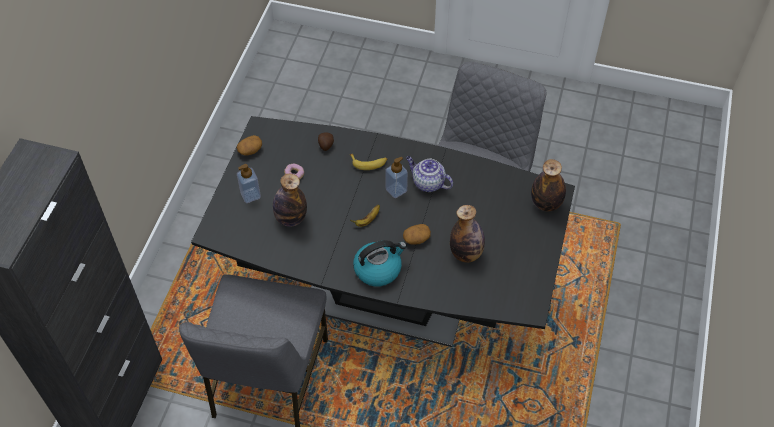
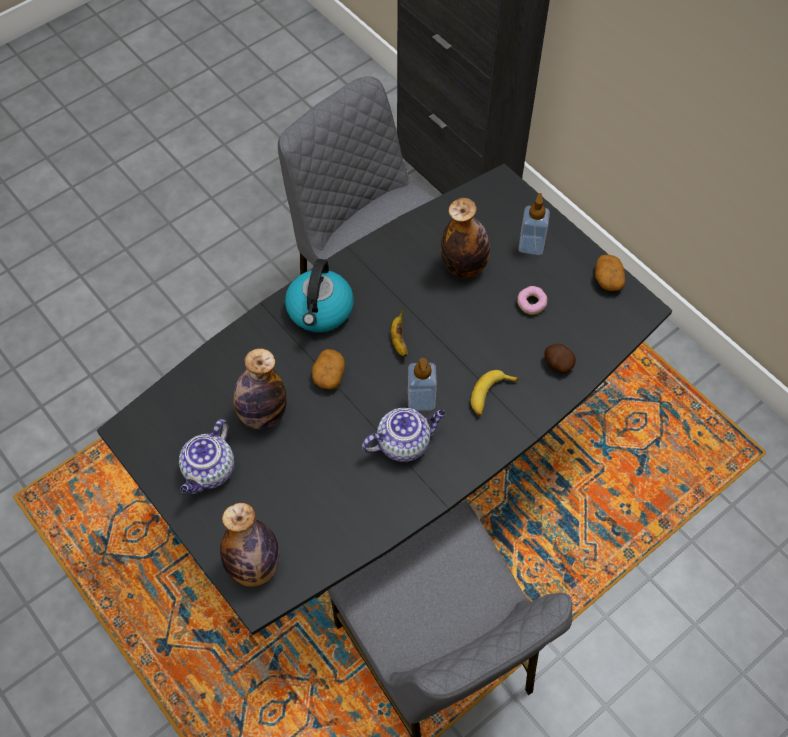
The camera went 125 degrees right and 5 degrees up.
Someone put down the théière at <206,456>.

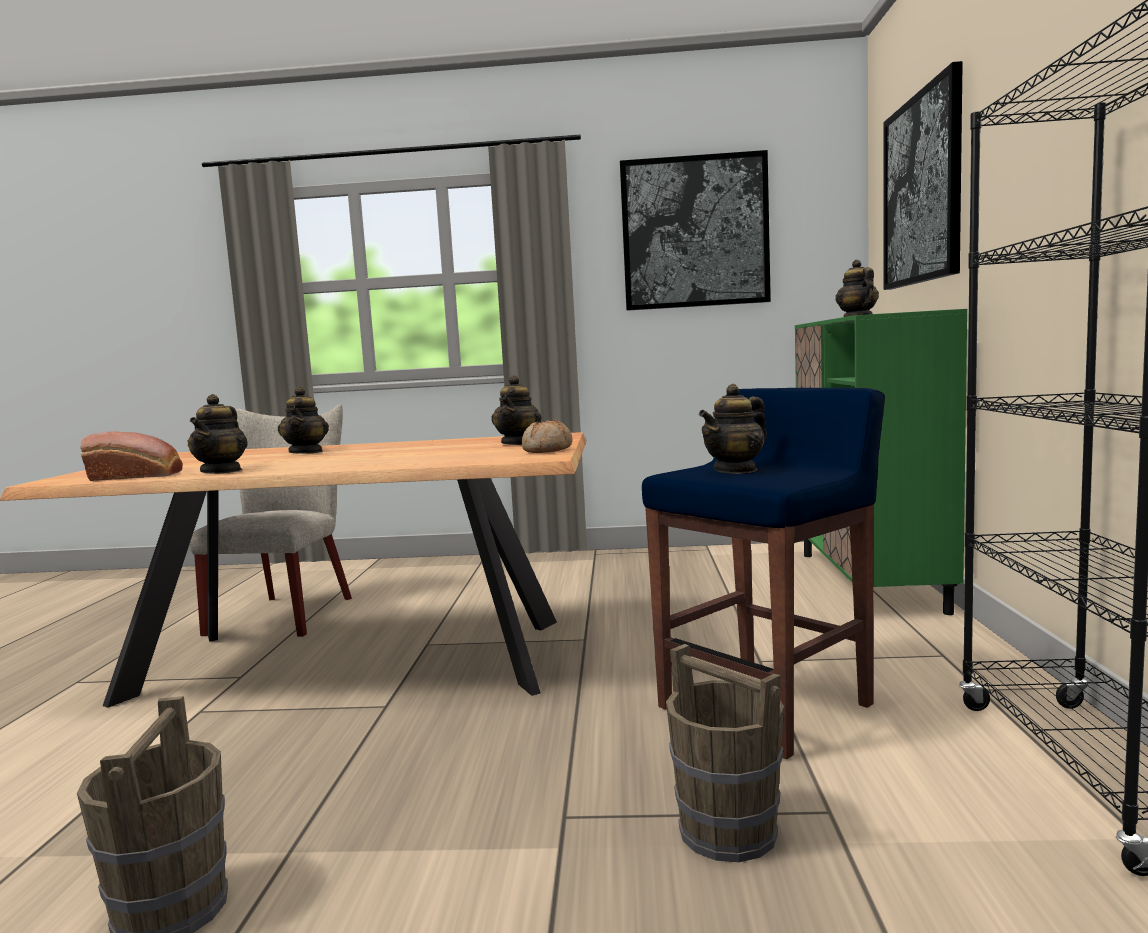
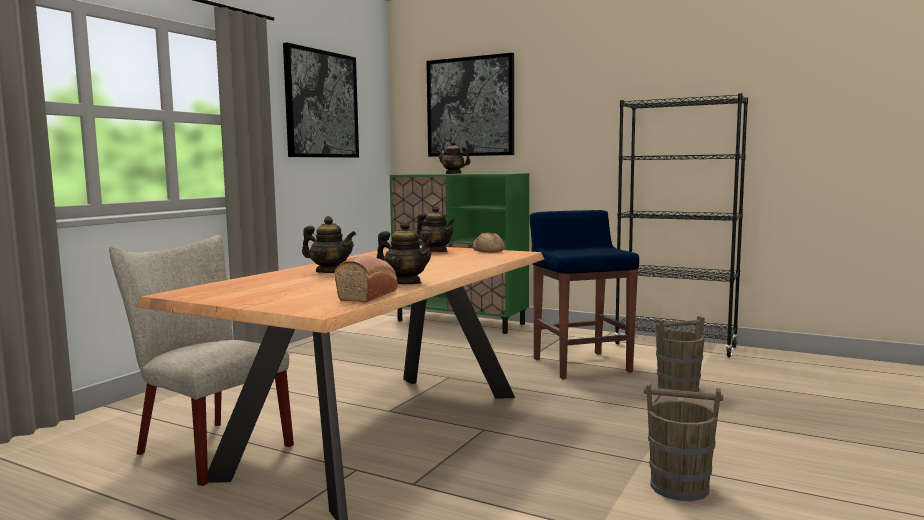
The camera went 65 degrees left and 0 degrees up.
Someone took away the théière at <733,429>.

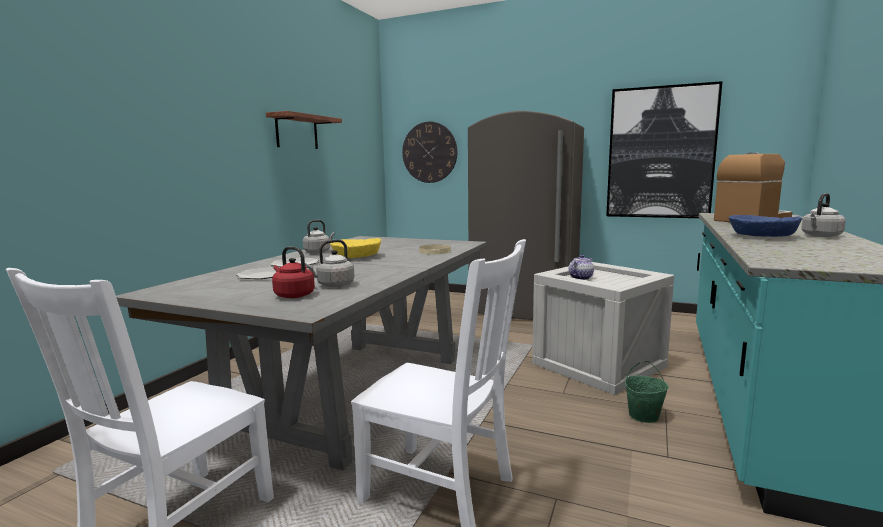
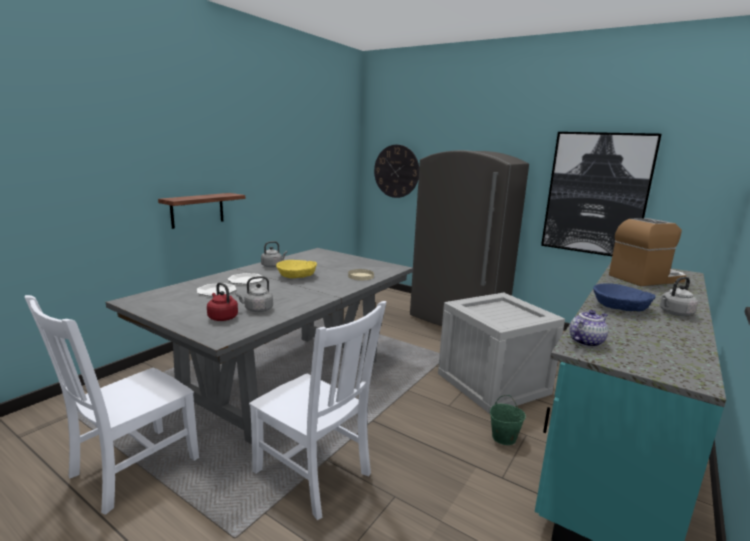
The camera went 10 degrees right and 5 degrees up.
Someone carried the étagère from <304,130> to <201,211>.
Someone carried the théière from <581,267> to <588,328>.

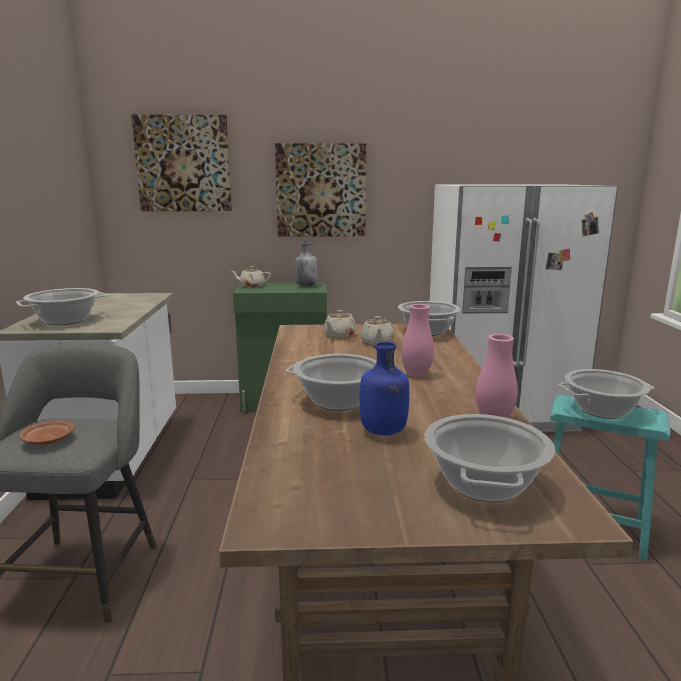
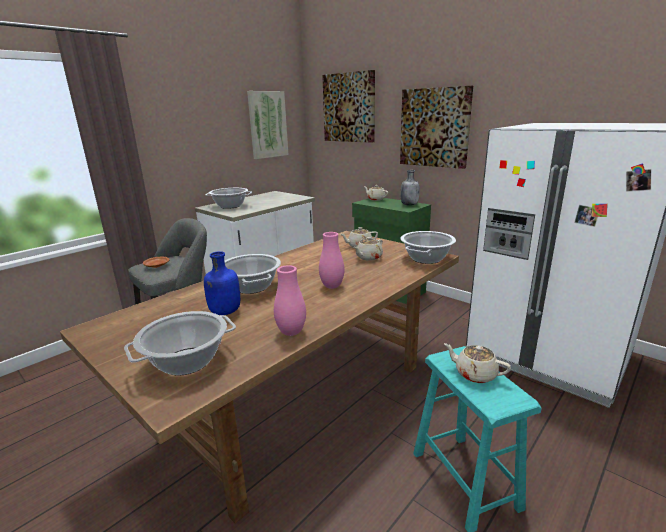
The camera went 45 degrees right and 5 degrees up.
Someone swapped the marmite at <606,394> for the théière/beige at <477,363>.
Someone put up the tableau at <267,125>.

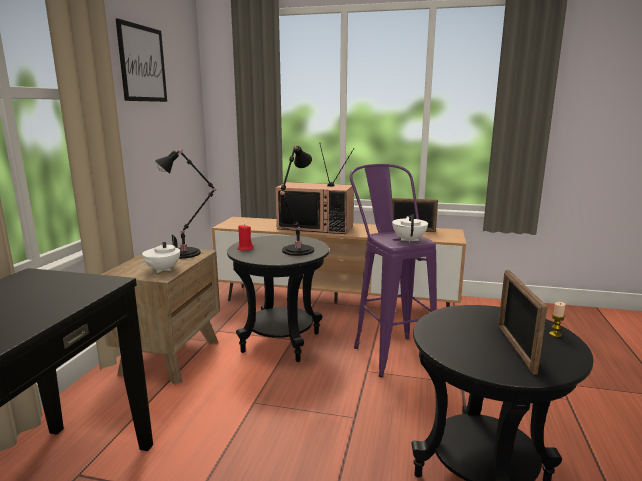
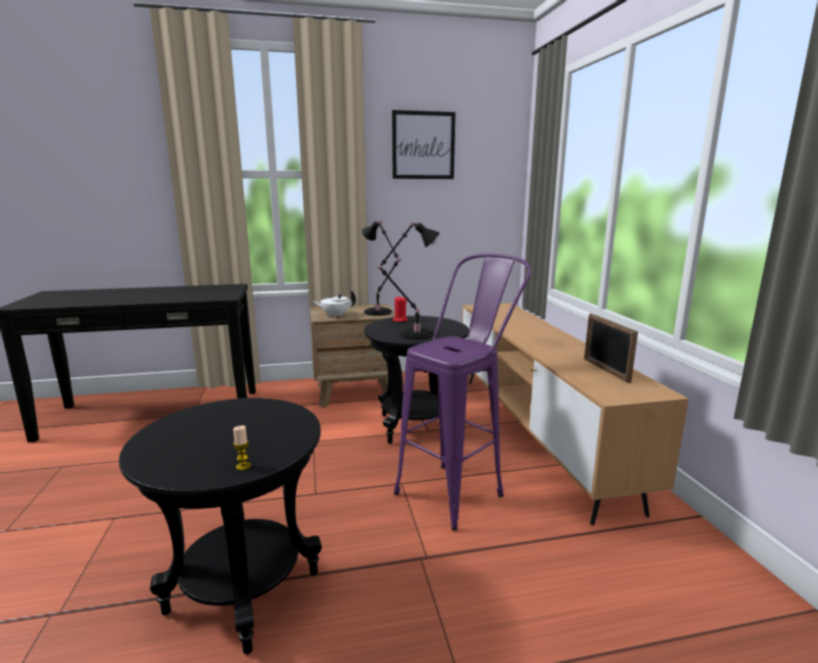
The camera went 65 degrees right and 0 degrees up.
Someone took away the téléviseur at <315,188>.
Someone took away the théière/blanc at <410,228>.
Someone took away the cadre photo at <523,322>.

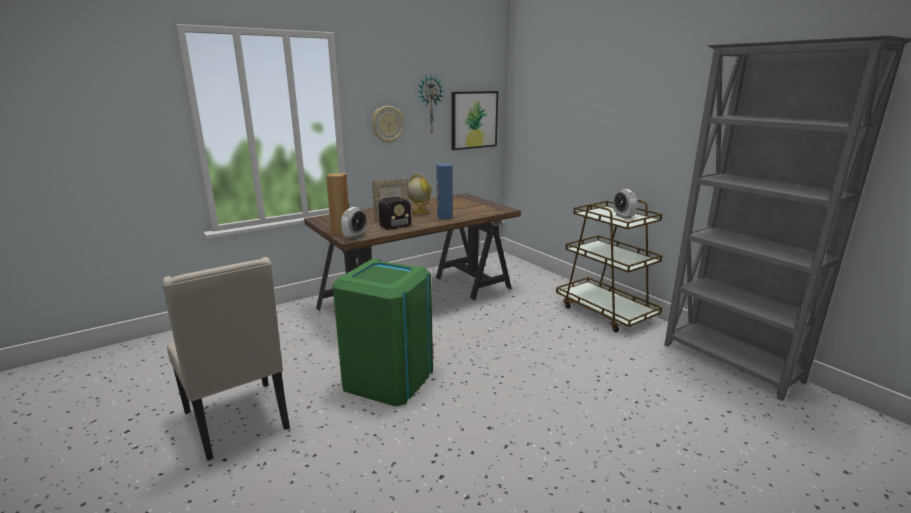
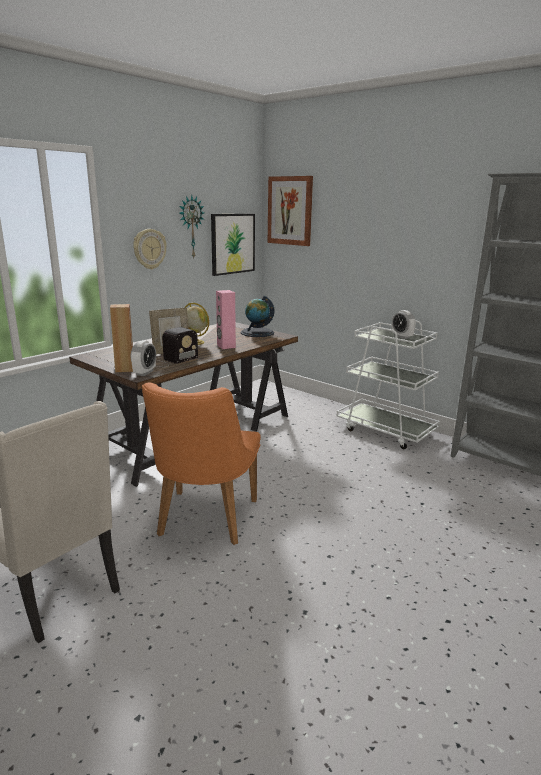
The camera went 15 degrees left and 0 degrees up.
Someone repainted the enceinte/bleu at <444,191>, which became the enceinte/rose at <226,319>.
Someone repainted the chariot/marron at <609,266>, which became the chariot/blanc at <388,384>.
Someone swapped the poubelle/vert at <382,333> for the chaise/orange at <201,463>.
Someone put up the tableau at <290,211>.
Someone put down the globe at <258,316>.

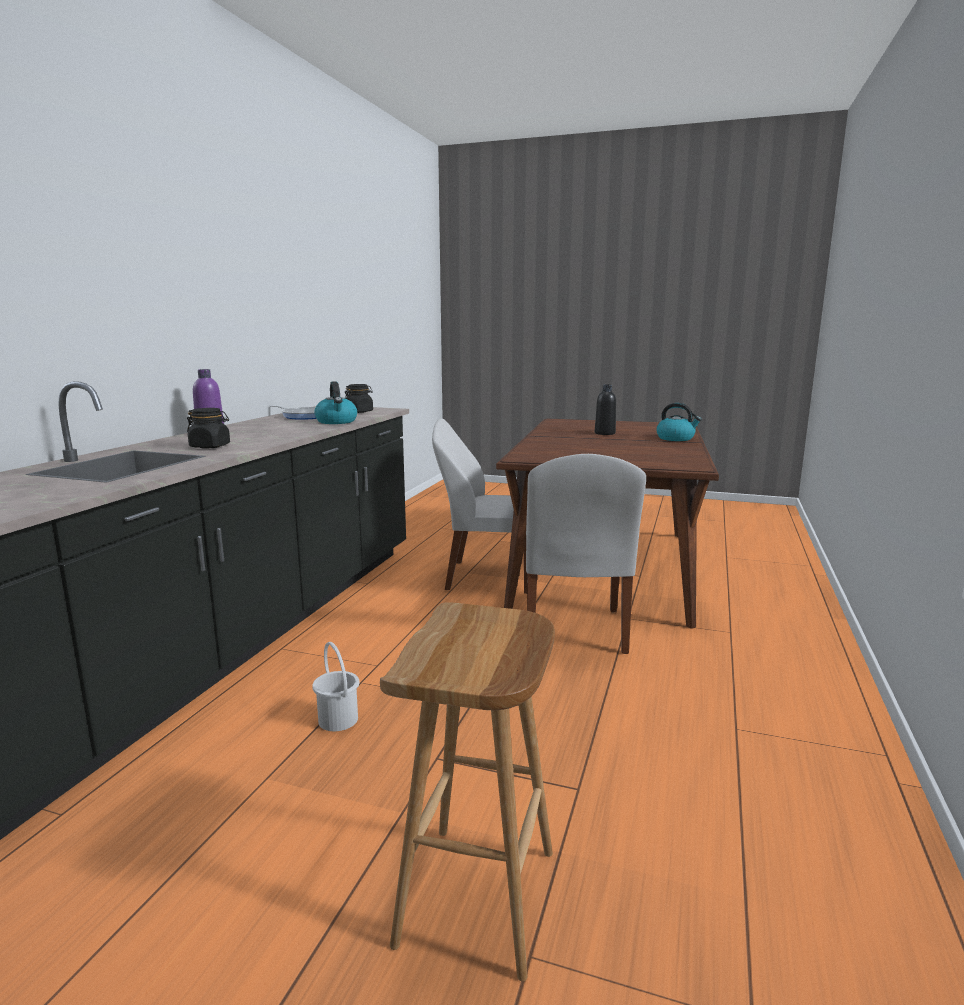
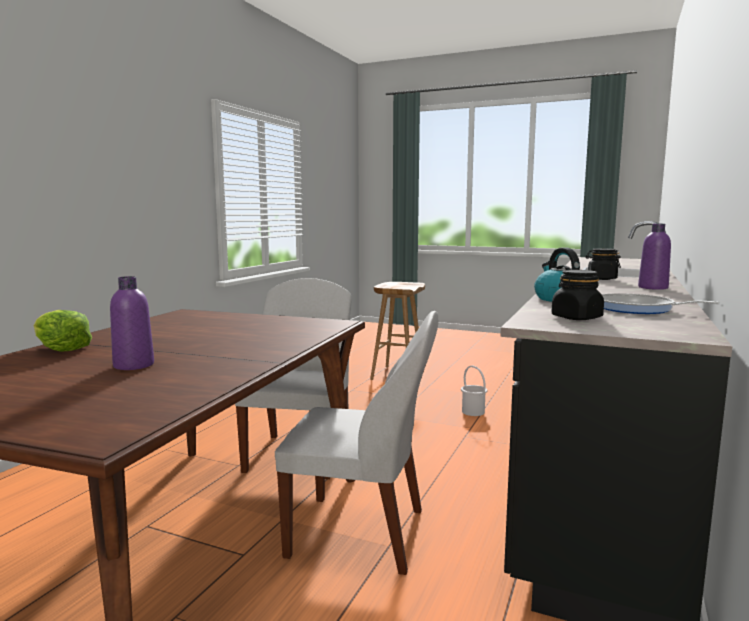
The camera went 175 degrees left and 5 degrees down.
Someone repainted the bouteille/noir at <605,409>, which became the bouteille/violet at <132,323>.
Someone swapped the bouilloire at <679,422> for the laitue at <63,331>.

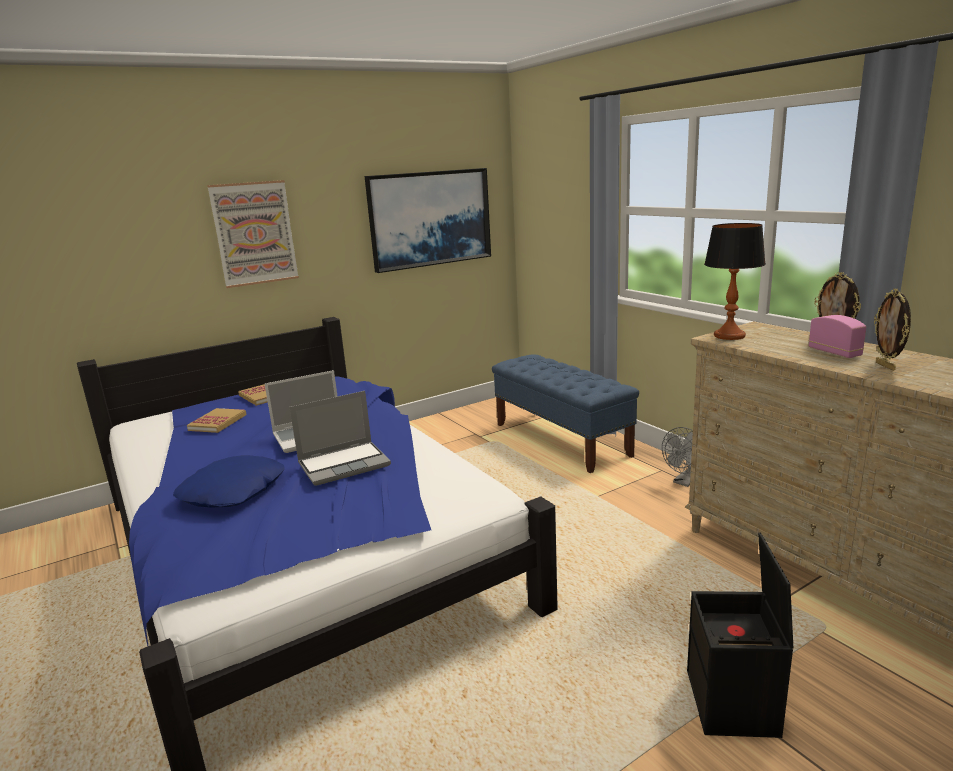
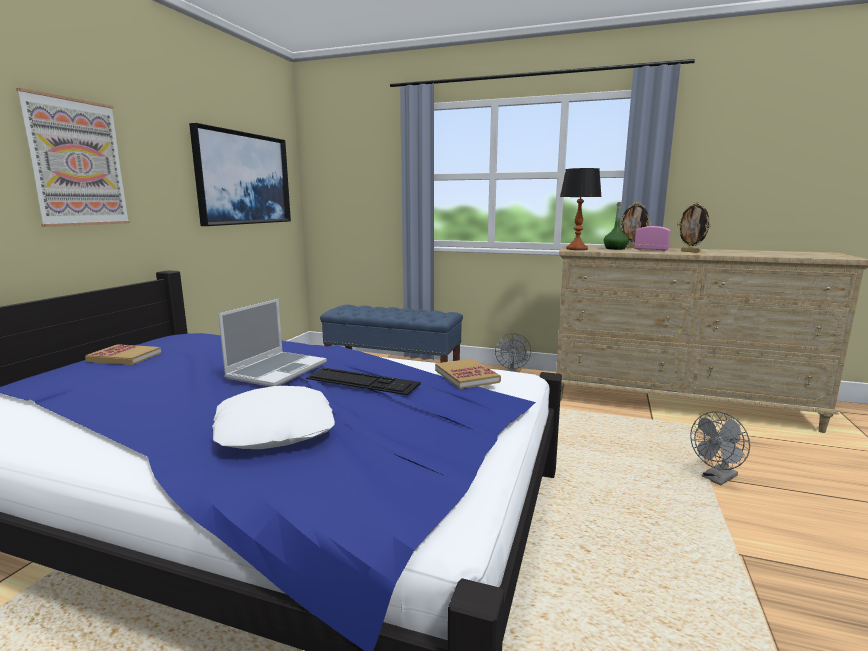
The camera went 40 degrees left and 5 degrees down.
Someone swapped the ordinateur portable at <340,438> for the clavier at <363,381>.
Someone carried the livre from <217,420> to <468,374>.
Someone repainted the coussin/bleu at <229,481>, which became the coussin/blanc at <273,417>.
Someone swapped the boîte de rangement/noir at <740,635> for the ventilateur/gris at <720,448>.
Someone put down the bouteille/vert at <616,226>.

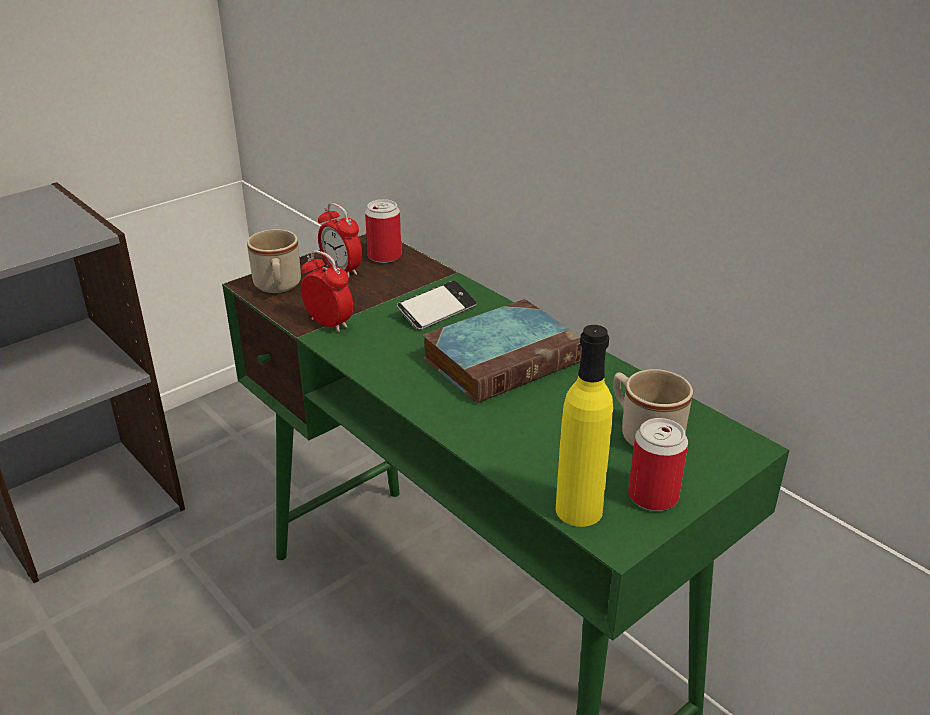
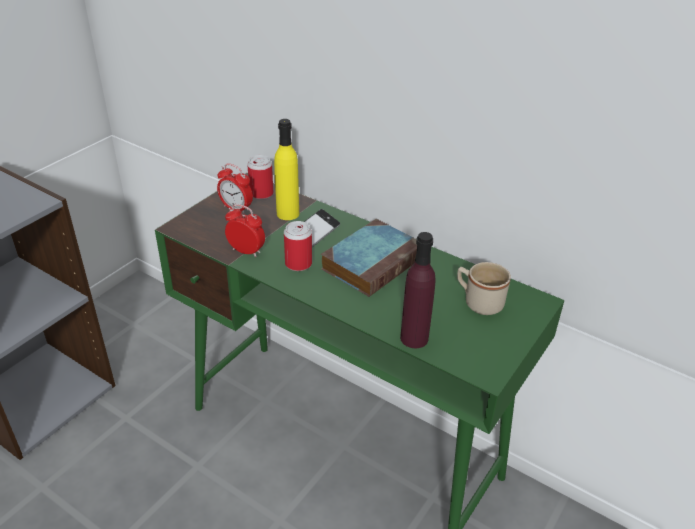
The camera went 15 degrees left and 5 degrees up.
Someone took away the mug/beige at <274,261>.
Someone carried the bouteille/jaune from <584,426> to <286,169>.
Someone carried the boîte métallique from <658,464> to <298,246>.
Someone put down the bouteille/violet at <418,290>.

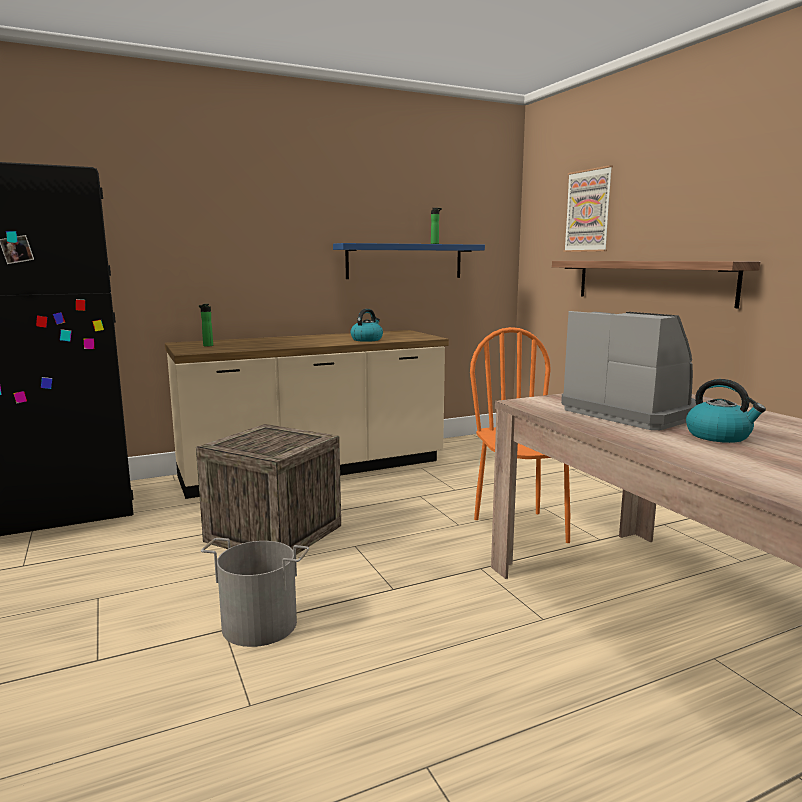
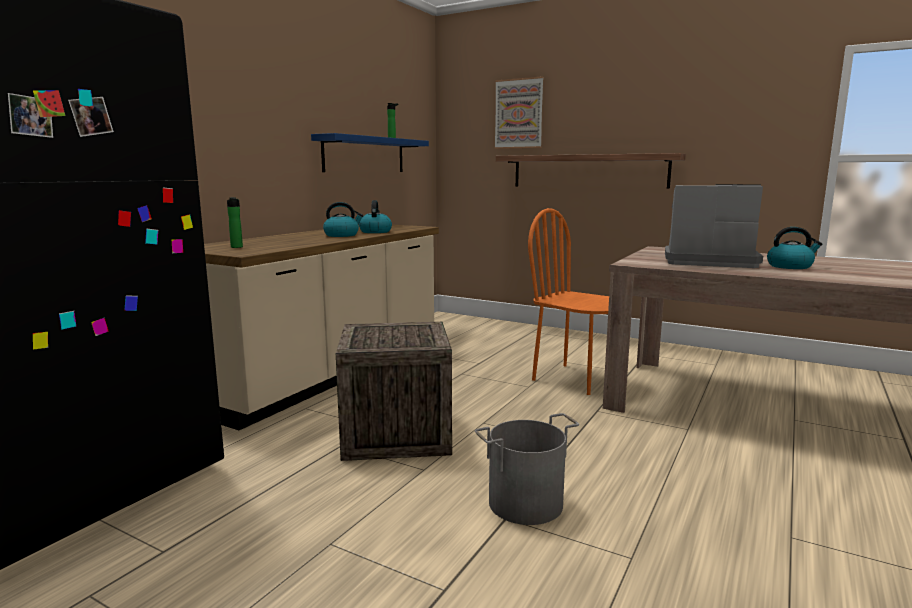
The camera went 35 degrees left and 0 degrees up.
Someone put down the bouilloire at <343,219>.

